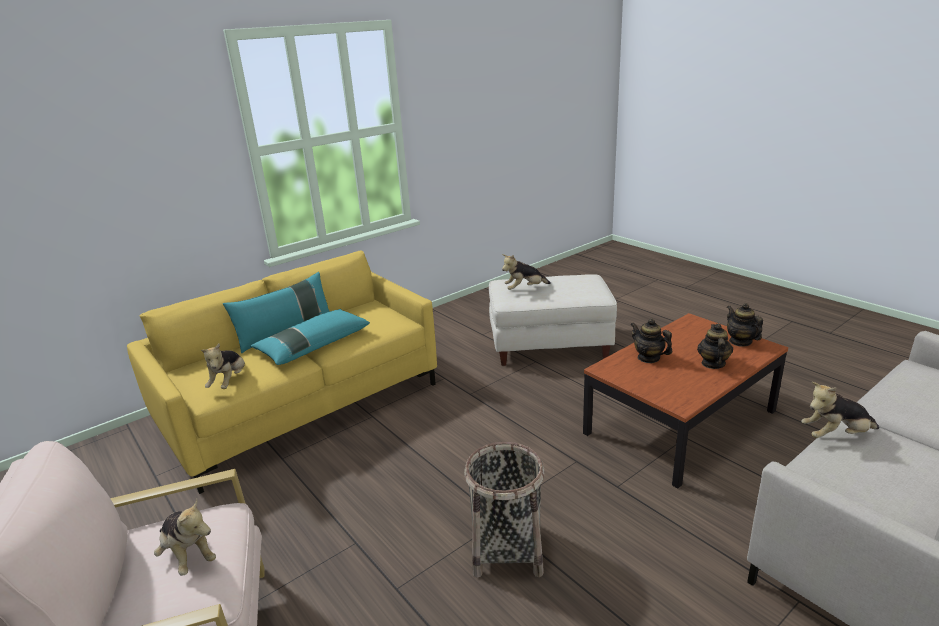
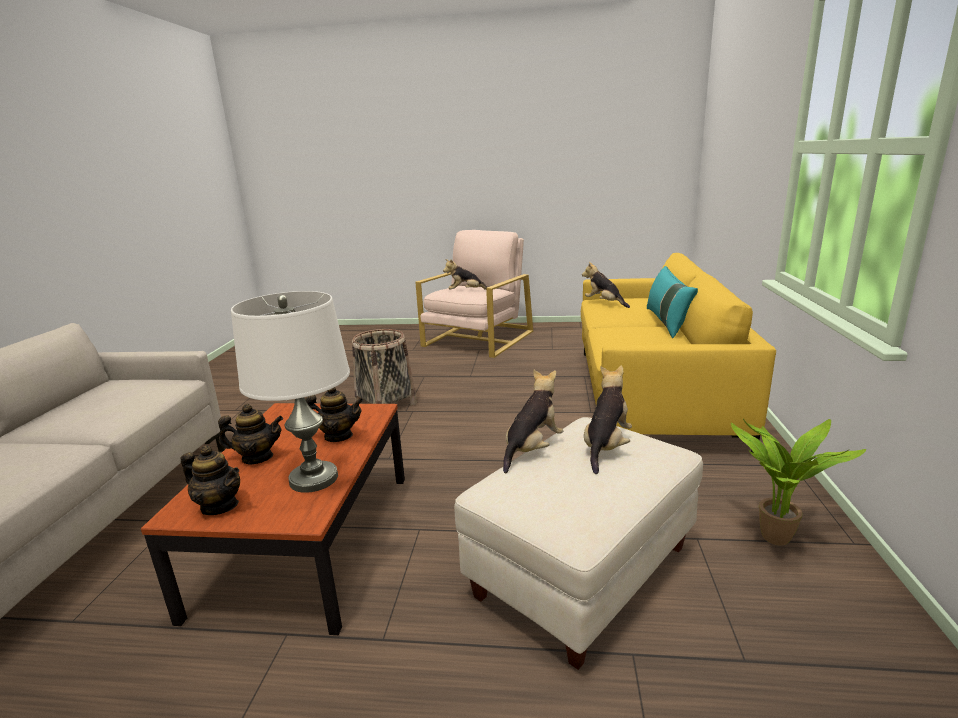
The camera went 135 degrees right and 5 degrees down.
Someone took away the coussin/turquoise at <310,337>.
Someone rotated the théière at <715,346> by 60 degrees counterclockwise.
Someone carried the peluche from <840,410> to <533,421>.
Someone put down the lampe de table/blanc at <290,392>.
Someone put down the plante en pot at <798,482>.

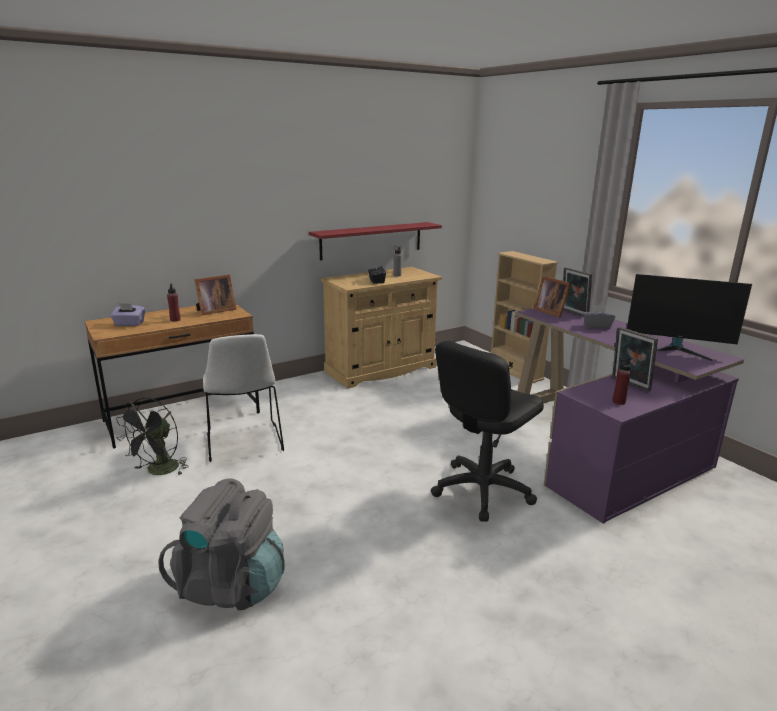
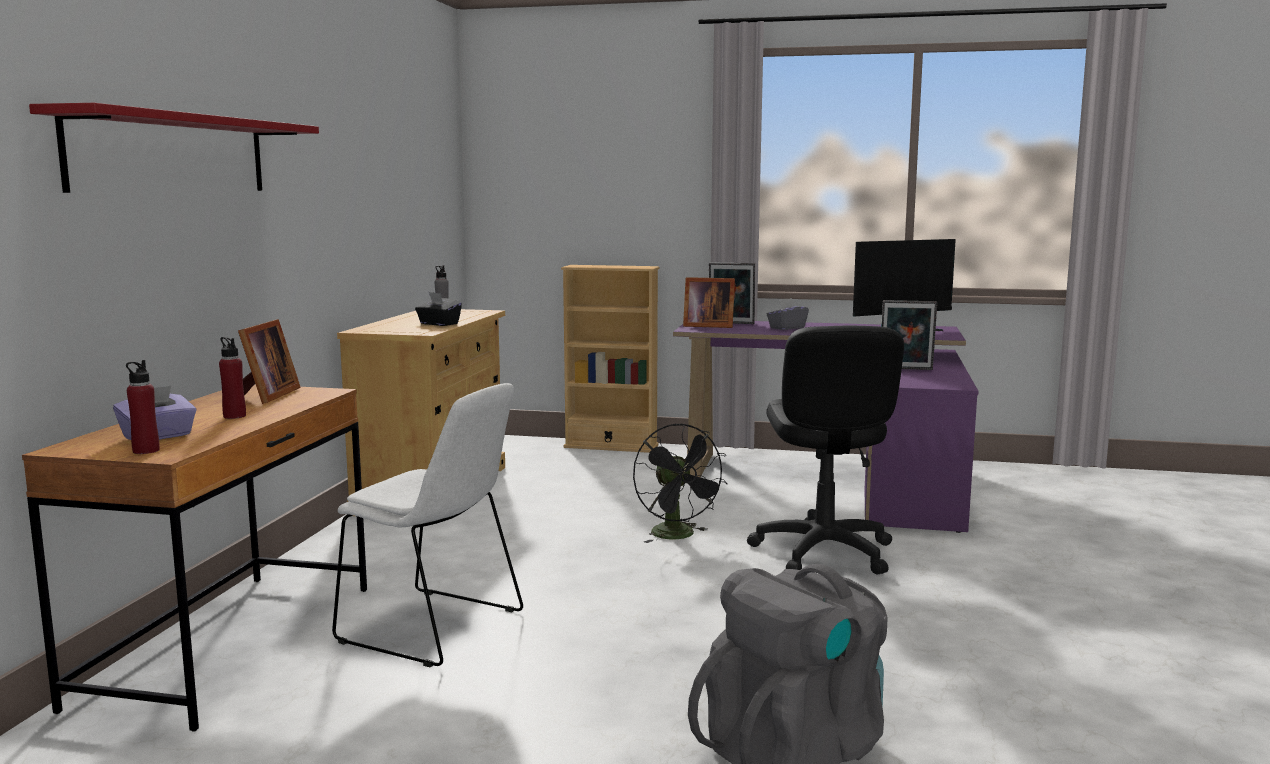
The camera went 45 degrees left and 10 degrees down.
Someone carried the étagère/rouge from <375,241> to <174,148>.
Someone carried the bouteille/rouge from <622,382> to <143,407>.
Someone carried the ventilateur/noir from <152,437> to <680,483>.

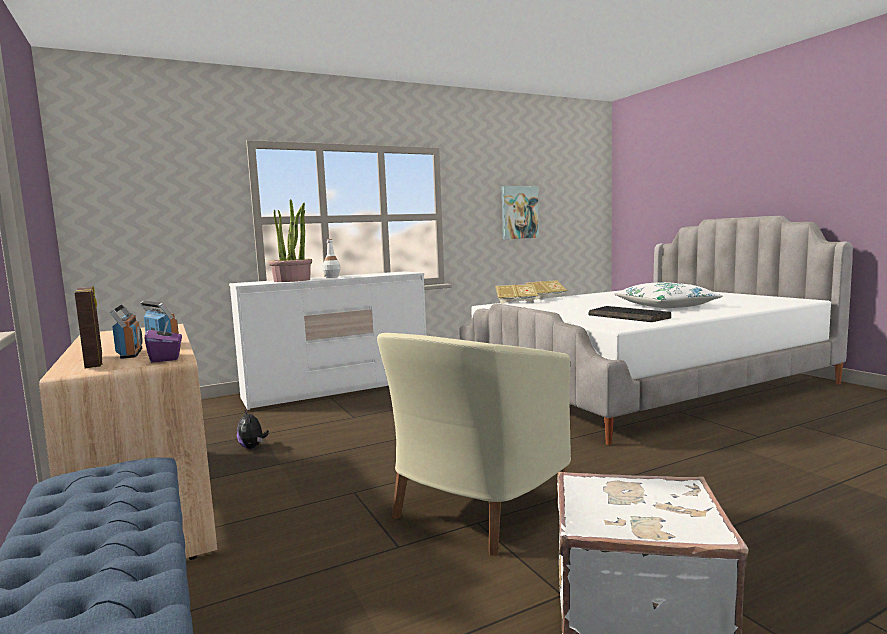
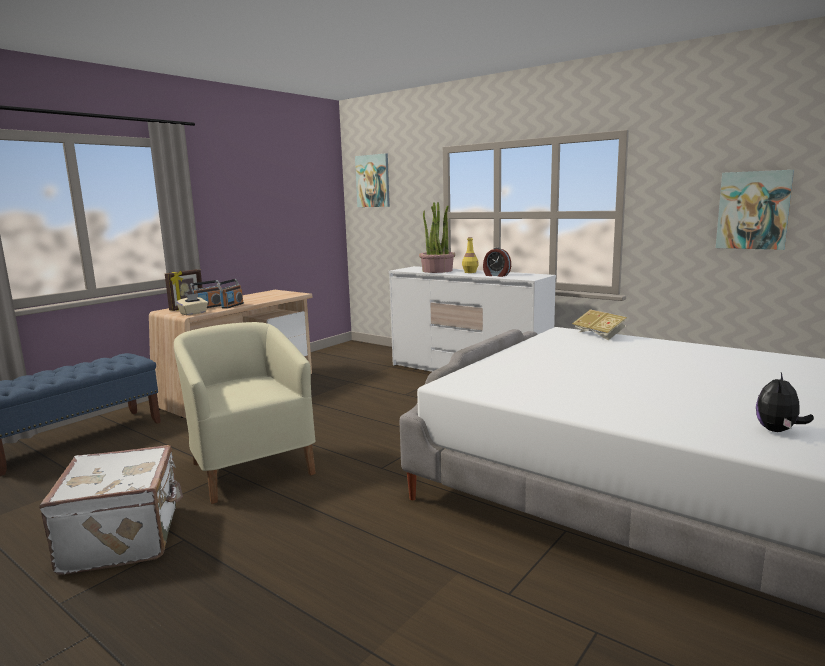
The camera went 65 degrees right and 5 degrees up.
Someone repainted the bouteille/blanc at <331,258>, which became the bouteille/jaune at <470,255>.
Someone took away the livre at <547,290>.
Someone took away the coussin/blanc at <668,295>.
Someone took away the clavier at <629,314>.
Someone repainted the boîte à mouchoirs/violet at <163,341>, which became the boîte à mouchoirs/beige at <192,304>.
Someone rotated the fauteuil/beige at <474,444> by 45 degrees clockwise.
Someone carried the peluche from <253,429> to <785,402>.
Someone put up the tableau at <372,180>.
Someone put down the réveil at <497,262>.

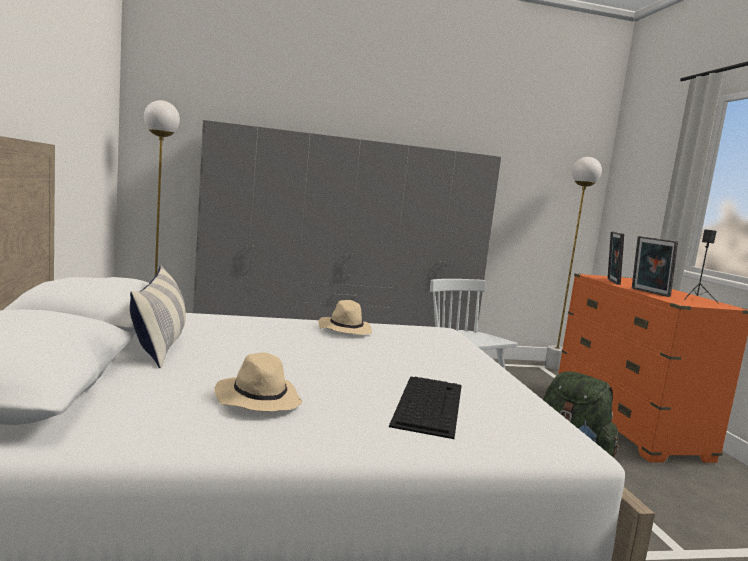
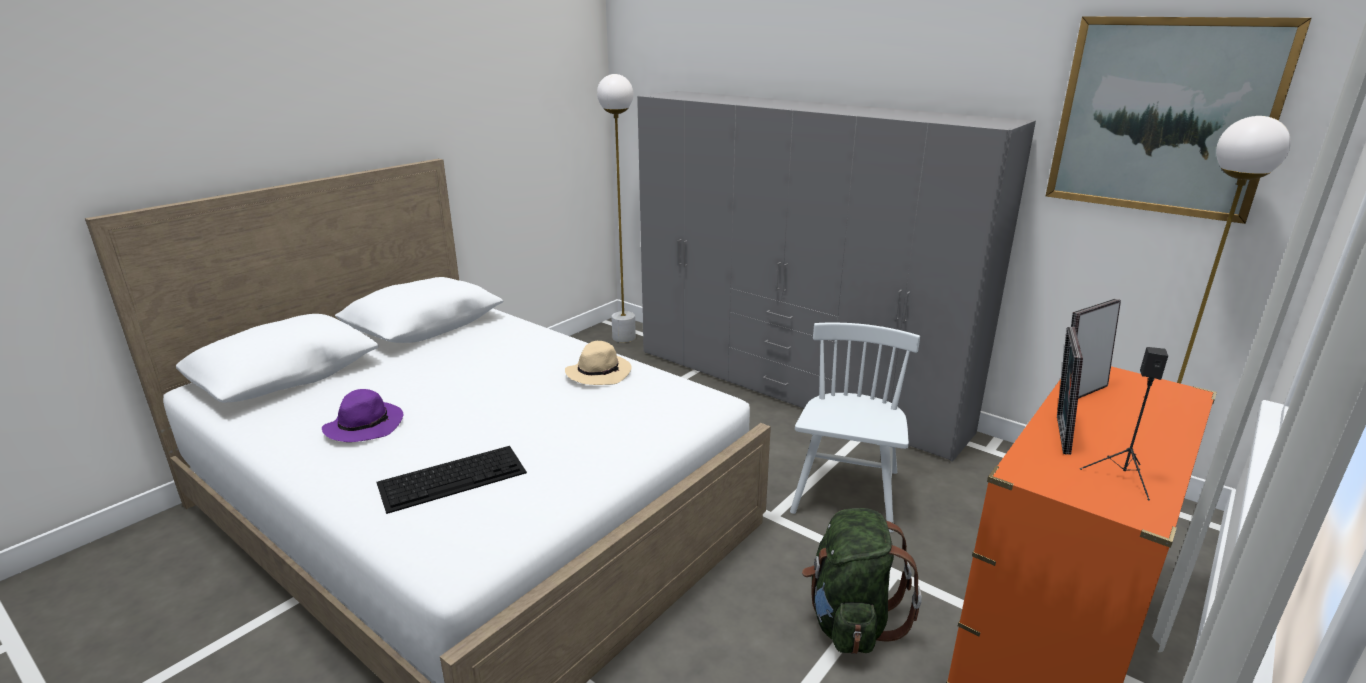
The camera went 50 degrees right and 15 degrees up.
Someone took away the coussin at <158,316>.
Someone repainted the chapeau/beige at <259,382>, which became the chapeau/violet at <362,415>.
Someone put up the tableau at <1178,120>.

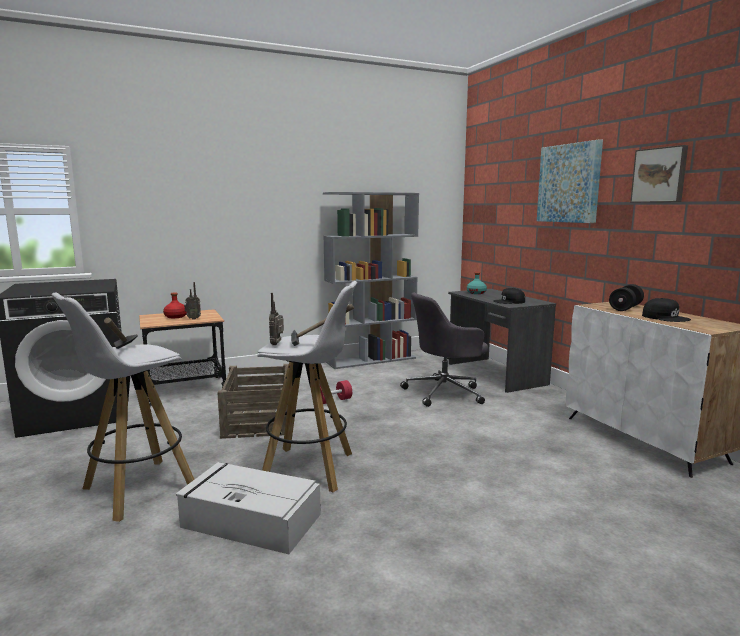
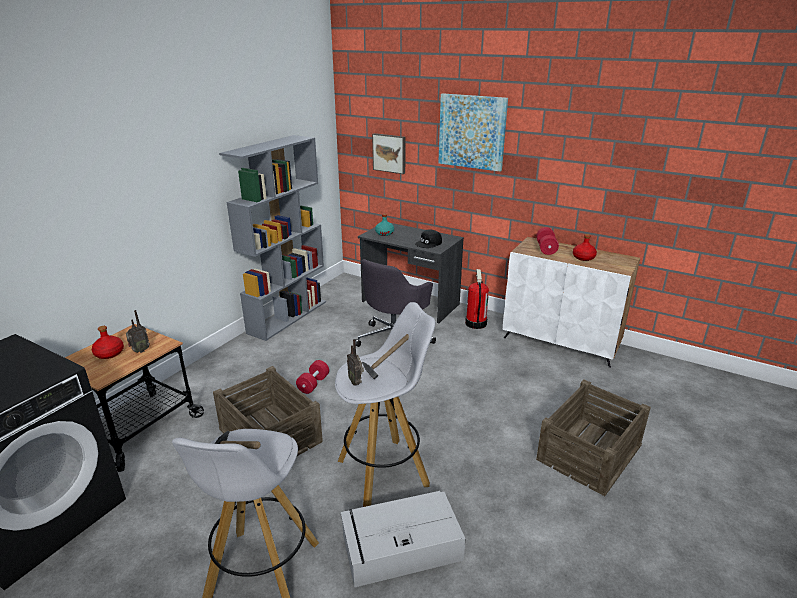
The camera went 35 degrees left and 15 degrees up.
Someone carried the tableau from <659,173> to <389,153>.
Someone repainted the haltère/noir at <626,297>, which became the haltère/rouge at <547,241>.
Someone swapped the casquette/noir at <666,310> for the bouteille/rouge at <585,247>.
Someone put down the extincteur at <477,299>.
Someone put down the caisse at <593,438>.

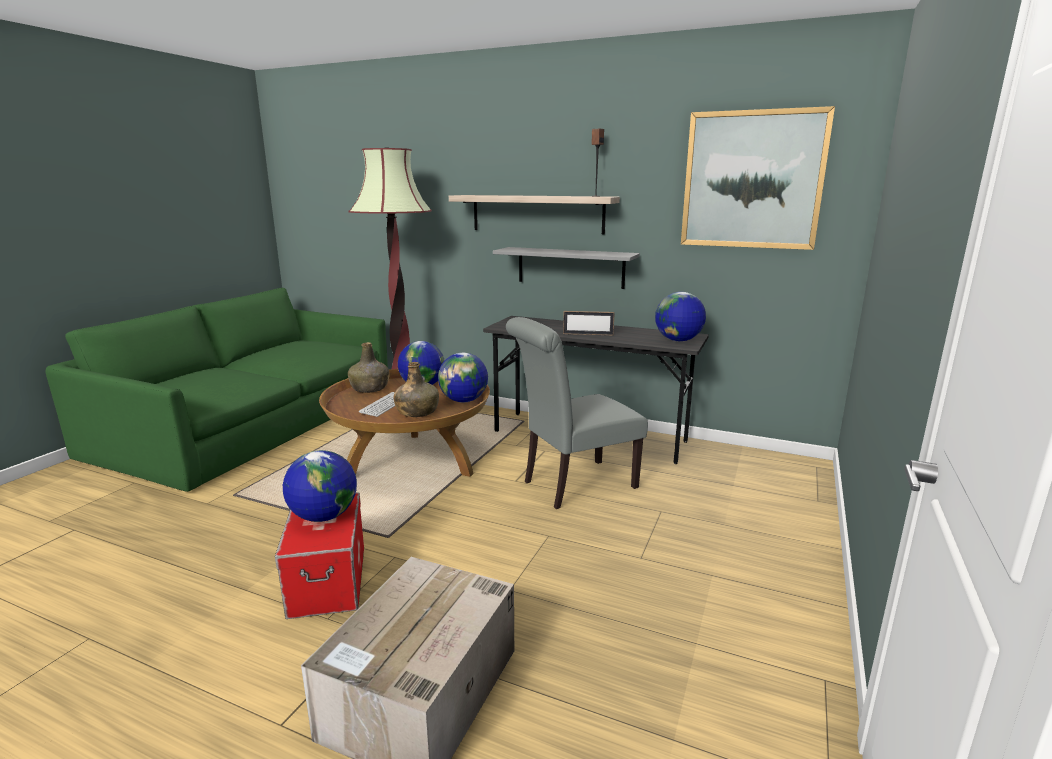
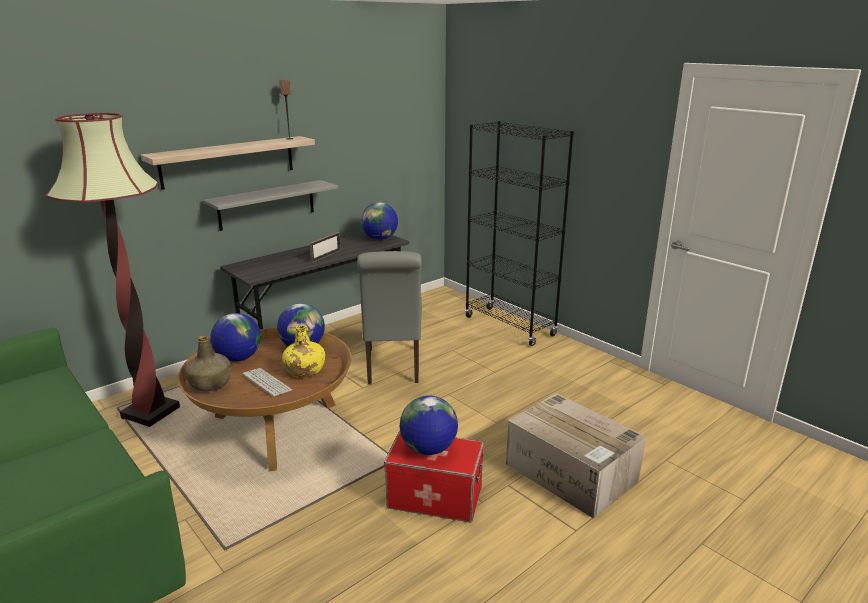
The camera went 65 degrees left and 5 degrees up.
Someone took away the tableau at <758,178>.
Someone repainted the bouteille/vert at <416,389>, which became the bouteille/jaune at <303,351>.
Someone put down the bibliothèque/noir at <519,233>.

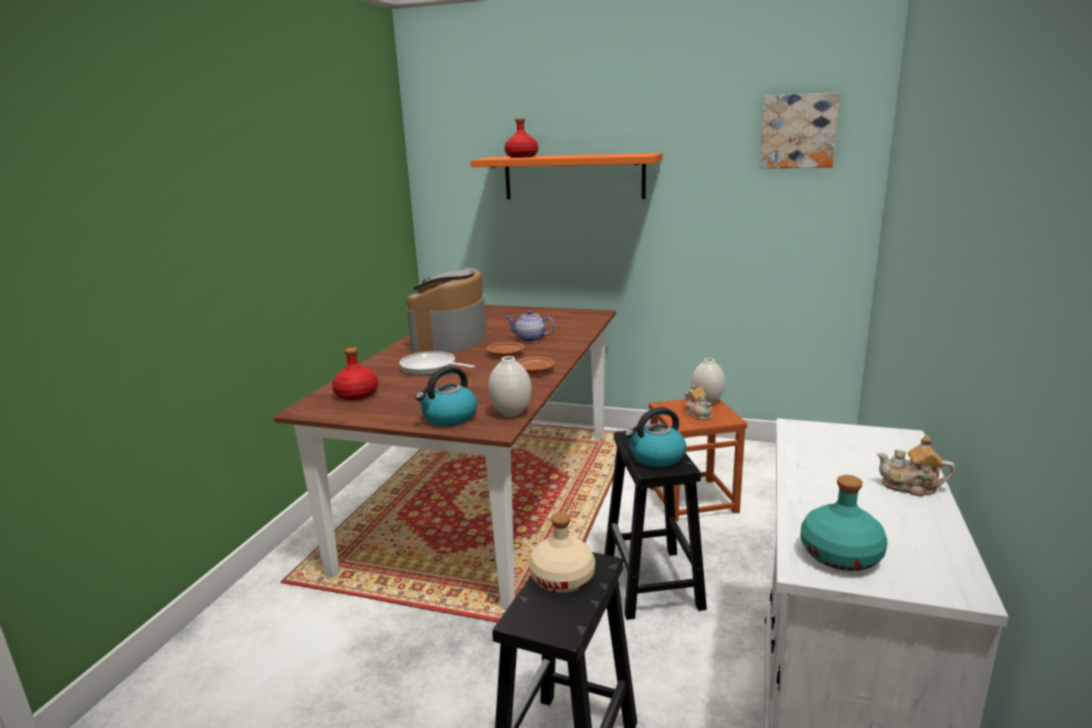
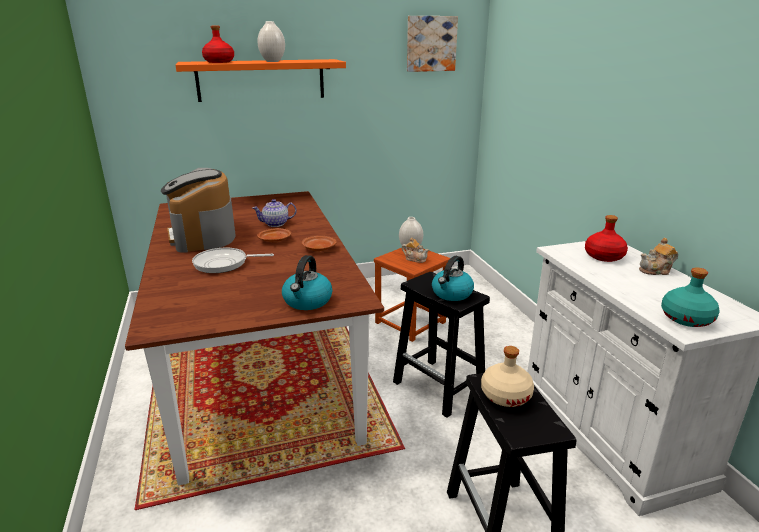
The camera went 35 degrees left and 5 degrees up.
Someone carried the bouteille/rouge from <355,373> to <606,238>.
Someone carried the vase/blanc from <509,386> to <271,41>.

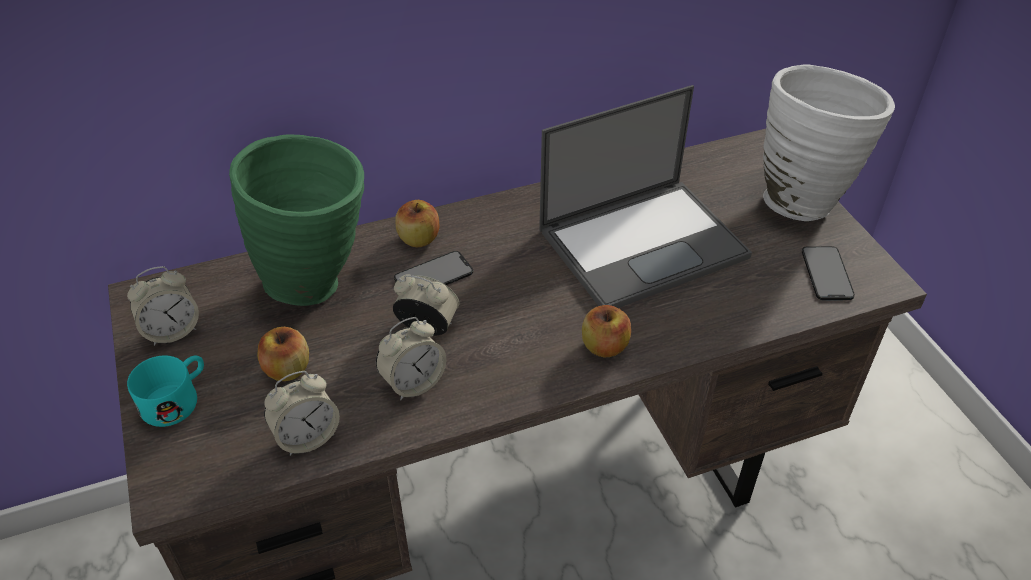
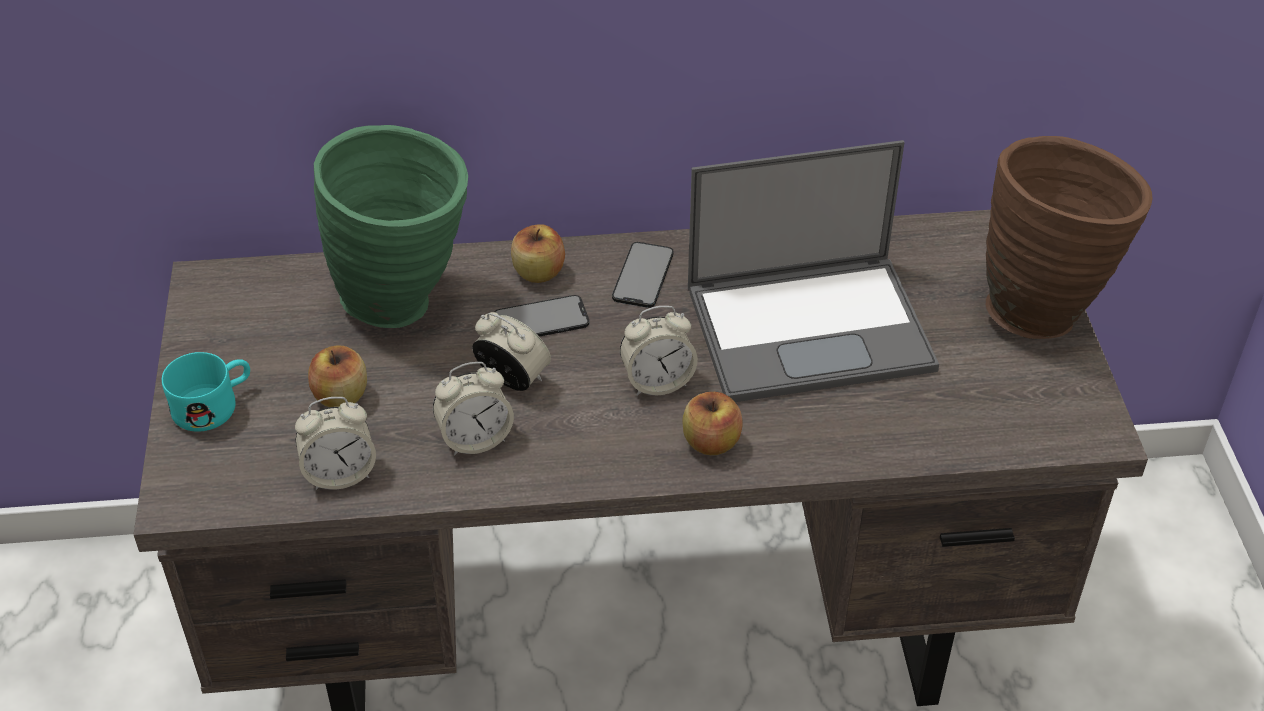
The camera went 15 degrees right and 0 degrees up.
Someone repainted the vase/blanc at <829,143>, which became the vase/marron at <1069,237>.
Someone carried the téléphone from <828,273> to <643,275>.
Someone carried the réveil from <163,306> to <659,351>.

